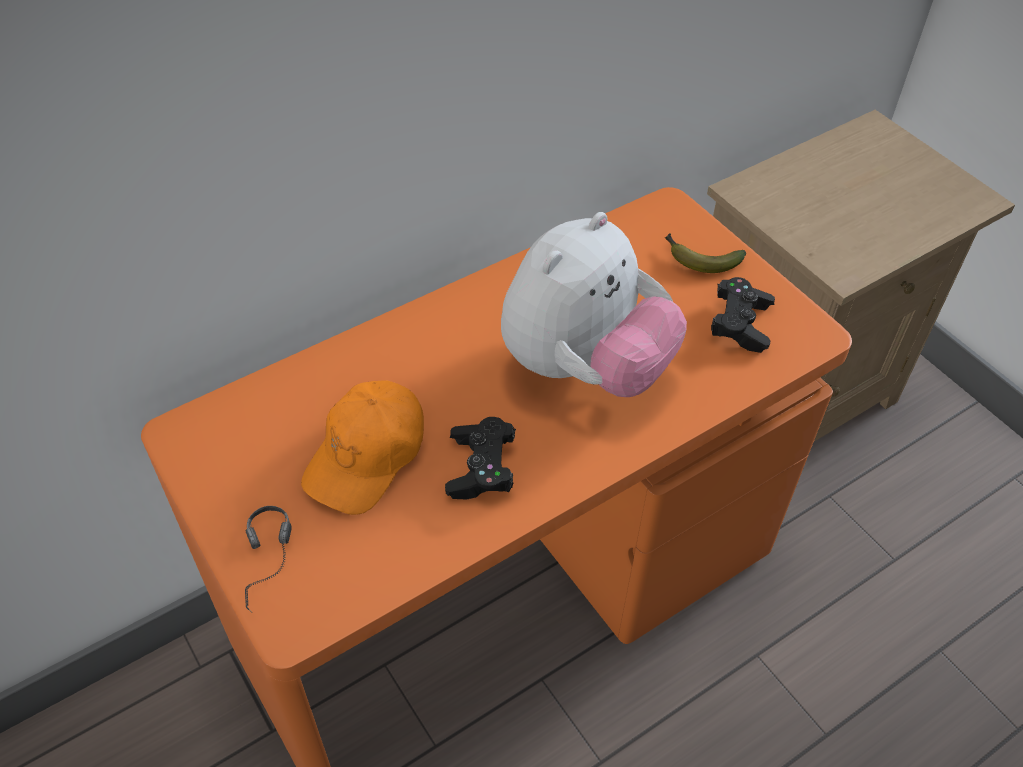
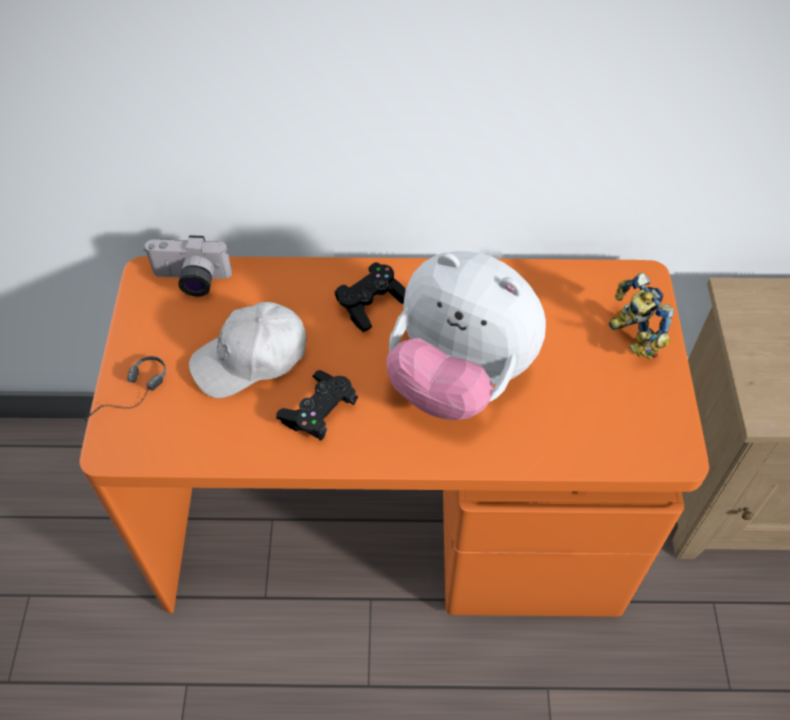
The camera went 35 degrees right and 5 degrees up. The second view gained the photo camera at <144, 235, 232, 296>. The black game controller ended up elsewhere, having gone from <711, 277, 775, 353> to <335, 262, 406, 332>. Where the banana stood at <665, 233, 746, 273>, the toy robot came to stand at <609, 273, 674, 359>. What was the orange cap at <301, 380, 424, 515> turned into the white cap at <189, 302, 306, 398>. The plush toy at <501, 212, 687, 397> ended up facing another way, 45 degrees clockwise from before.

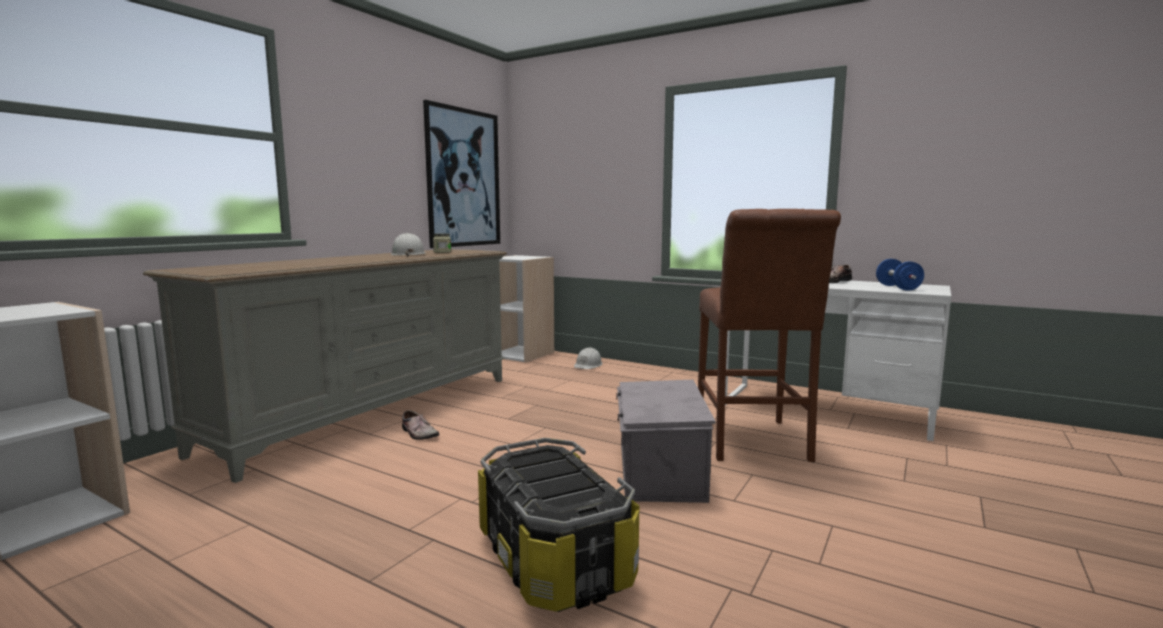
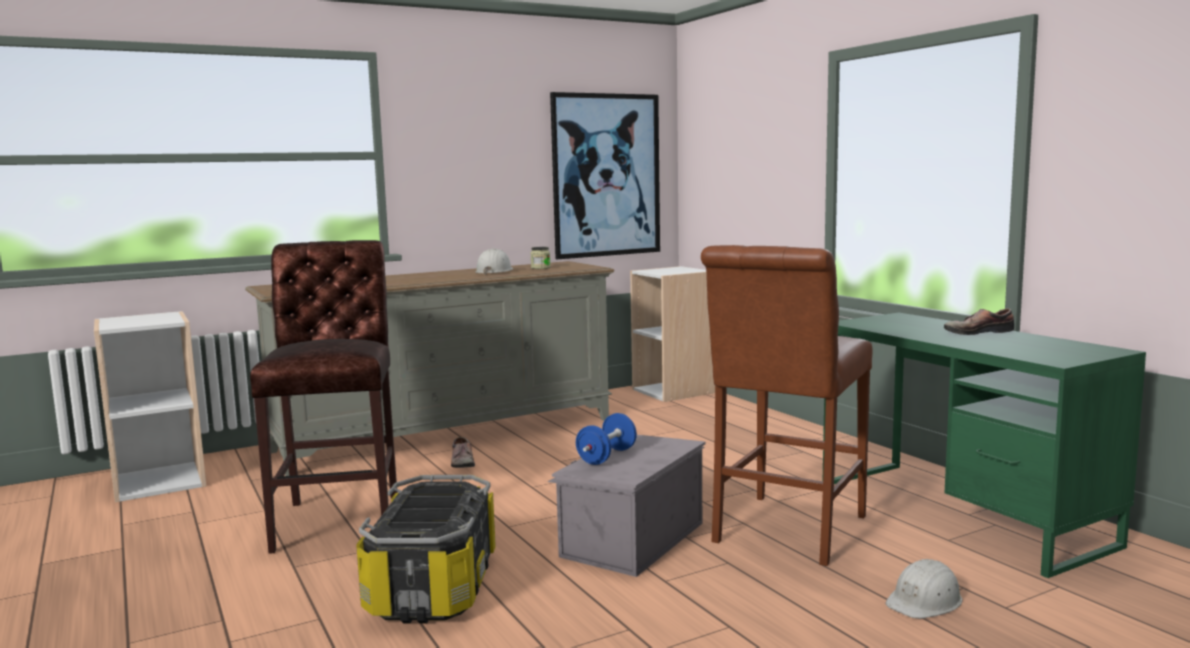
The camera went 30 degrees right and 0 degrees up. The second view gained the brown stool at <250, 240, 398, 554>. The white hard hat ended up elsewhere, having gone from <574, 347, 603, 369> to <885, 559, 962, 619>. The blue dumbbell ended up elsewhere, having gone from <876, 259, 924, 291> to <576, 413, 637, 465>. What was the white desk at <725, 281, 951, 441> turned into the green desk at <823, 312, 1146, 578>.

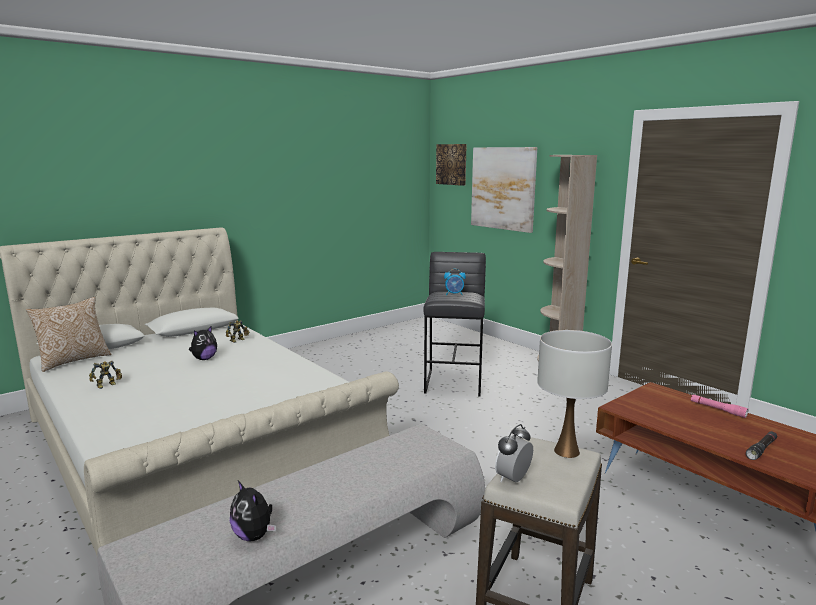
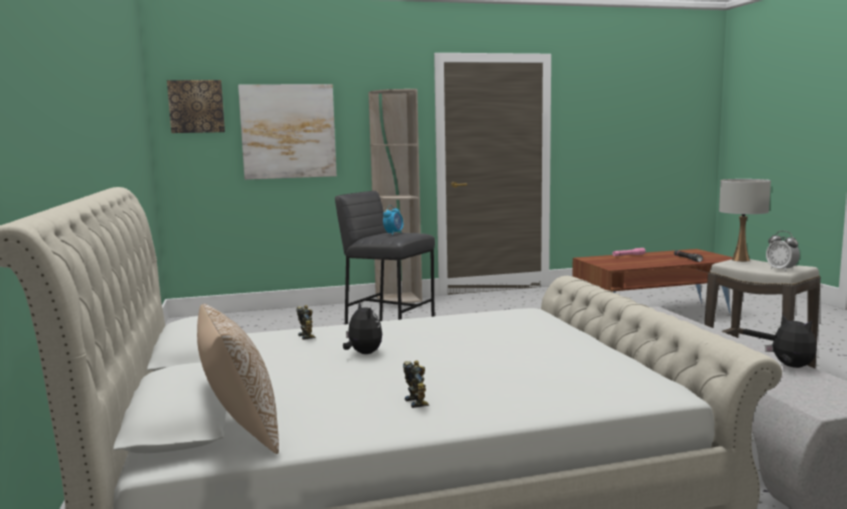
The camera went 65 degrees left and 5 degrees down. The plush toy at <230, 481, 276, 541> ended up facing another way, 105 degrees counterclockwise from before.

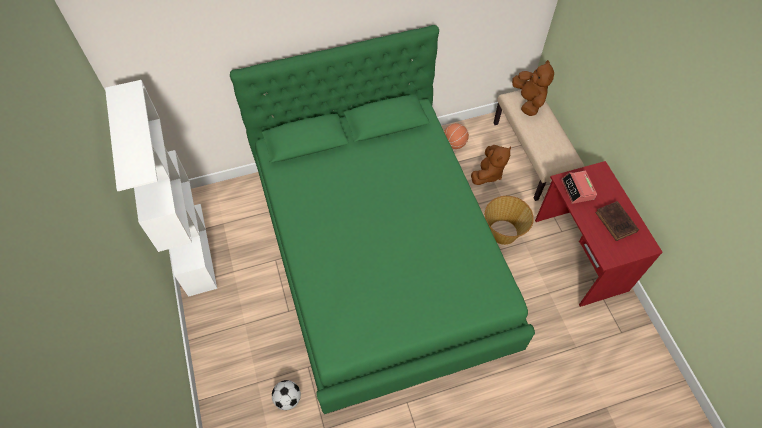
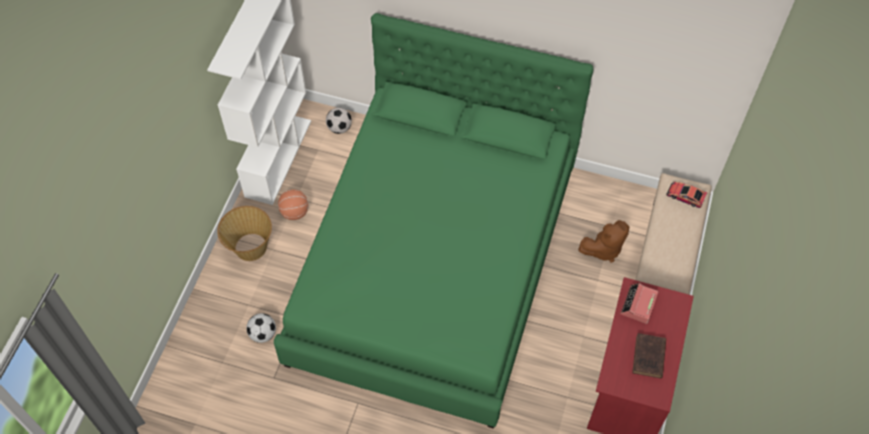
The camera went 35 degrees right and 0 degrees up. The second view gained the football at <326, 108, 352, 134>. The basketball ended up elsewhere, having gone from <444, 123, 469, 149> to <278, 189, 308, 220>. The basket ended up elsewhere, having gone from <485, 196, 534, 245> to <217, 206, 272, 261>. Where the brown plush toy stood at <512, 60, 554, 116>, the toy car came to stand at <667, 182, 707, 208>.

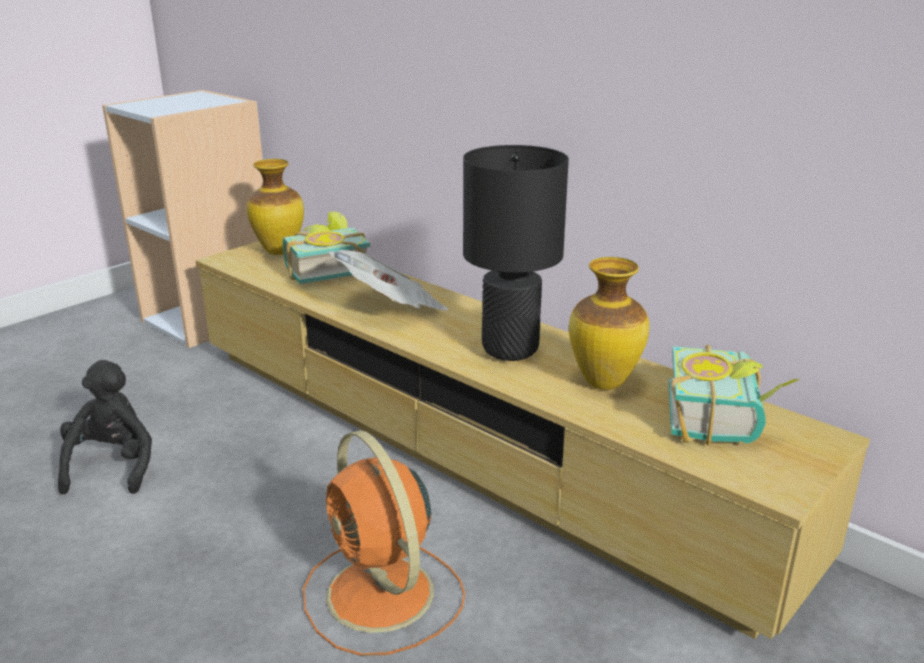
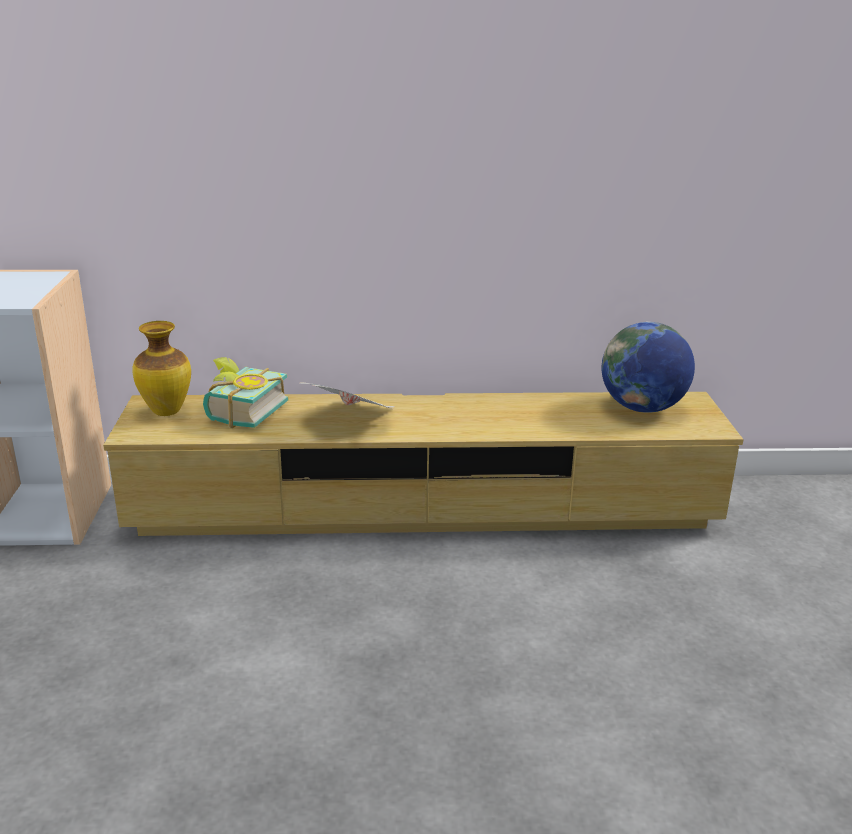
The camera went 45 degrees left and 0 degrees up. The second view lost the black plush toy at <58, 360, 152, 494>. The second view lost the orange fan at <303, 430, 465, 656>. The second view lost the black table lamp at <463, 145, 569, 361>. The second view lost the vase at <569, 257, 649, 390>. Where the book stood at <668, 345, 800, 446>, the globe came to stand at <602, 322, 695, 413>.

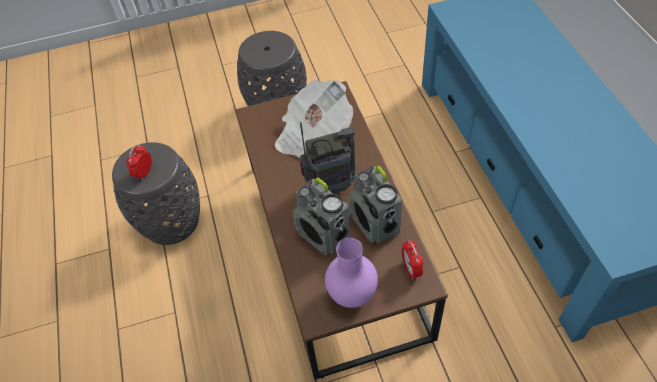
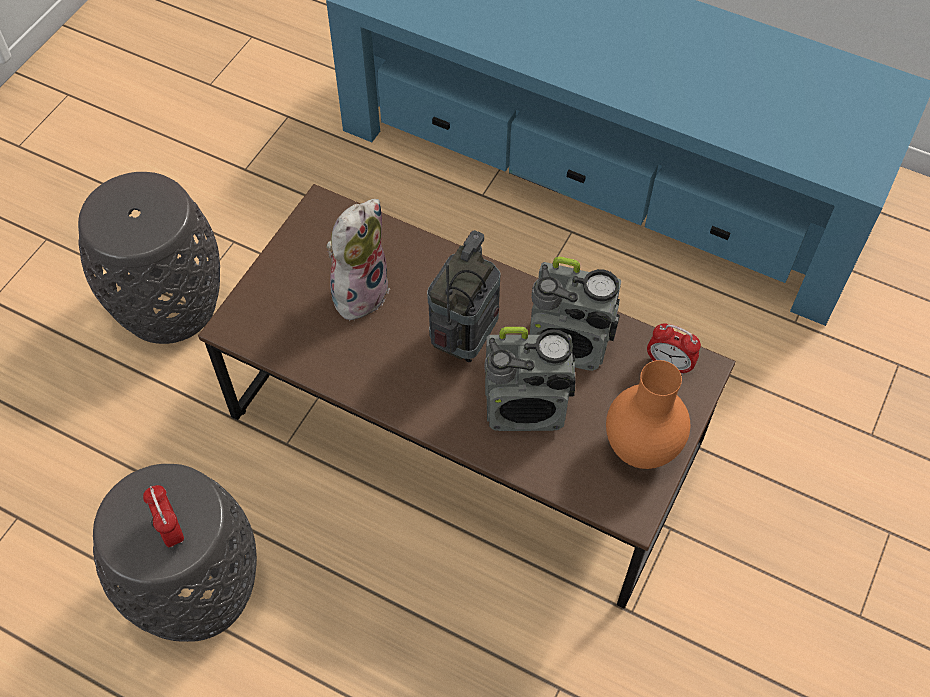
The camera went 50 degrees left and 5 degrees up. Where the newspaper stood at <275, 80, 353, 158>, the plush toy came to stand at <321, 199, 390, 321>. What was the purple vase at <325, 238, 378, 308> turned into the orange vase at <606, 360, 690, 469>.

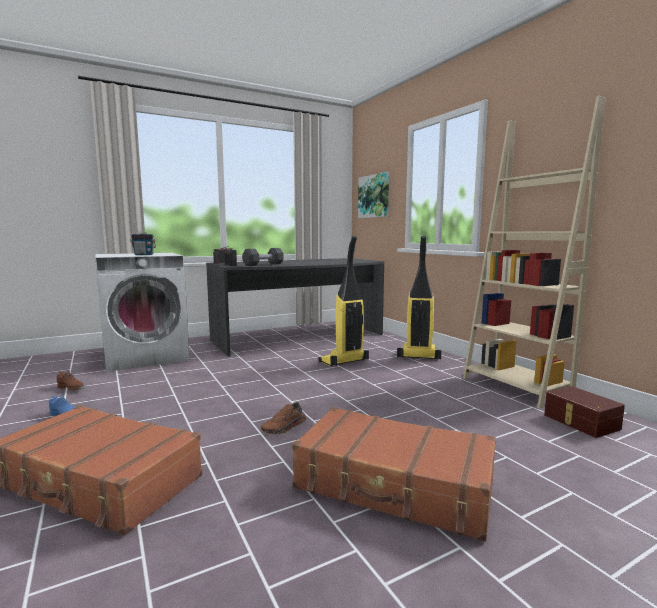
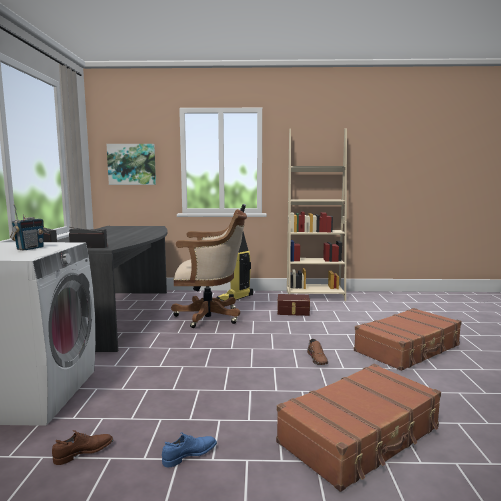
The camera went 60 degrees left and 0 degrees up. The second view lost the black dumbbell at <242, 248, 284, 266>. The brown storage box ended up elsewhere, having gone from <544, 386, 625, 438> to <277, 294, 310, 316>. Where the vacuum cleaner stood at <318, 236, 369, 366>, the office chair came to stand at <171, 209, 247, 328>.

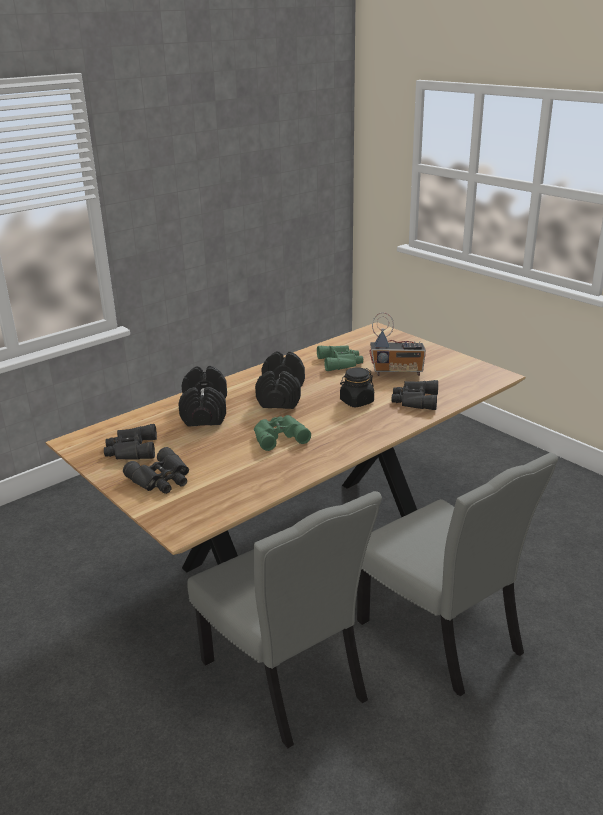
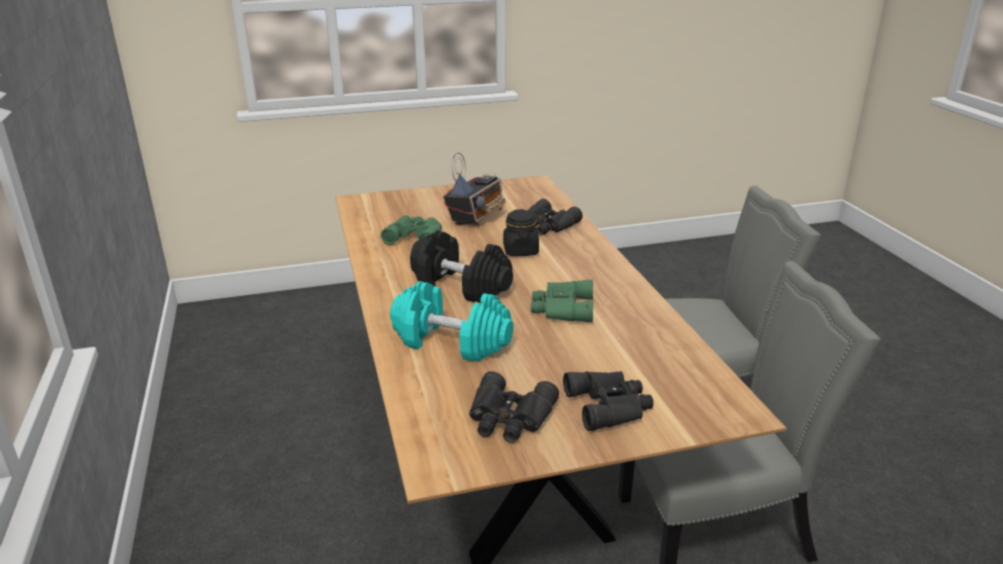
The camera went 65 degrees left and 0 degrees up. What was the black dumbbell at <178, 366, 227, 427> turned into the turquoise dumbbell at <390, 281, 514, 362>.

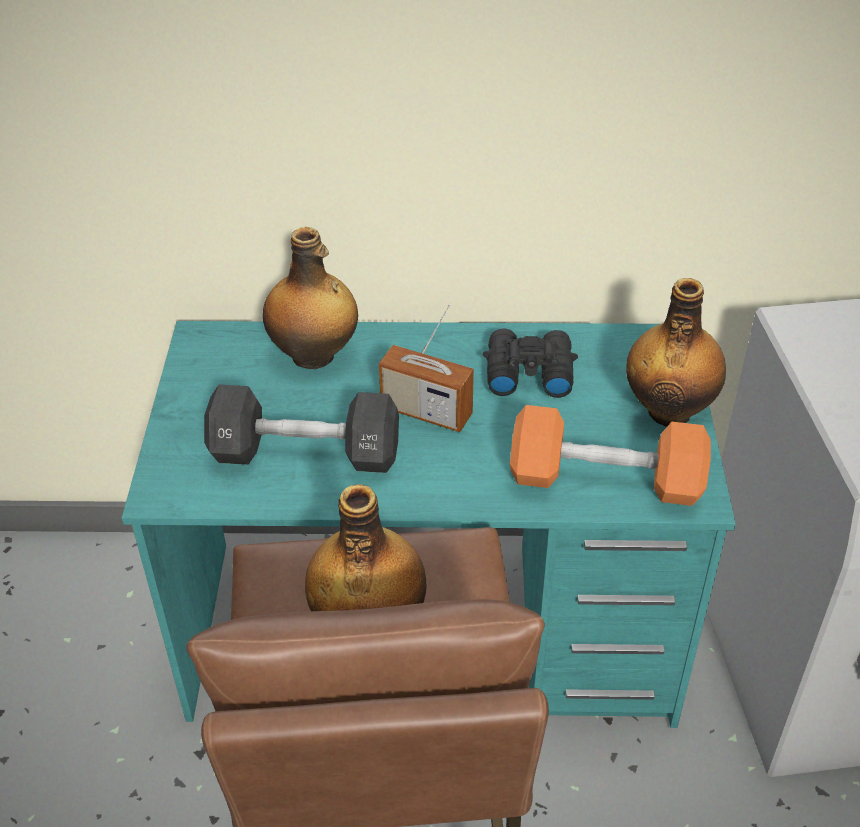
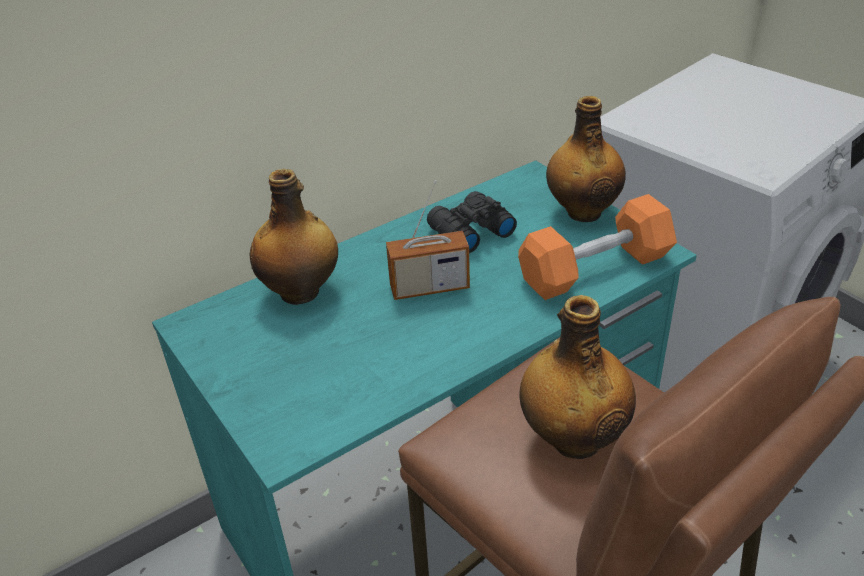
The camera went 35 degrees left and 5 degrees down. The second view lost the black dumbbell at <204, 385, 399, 473>.

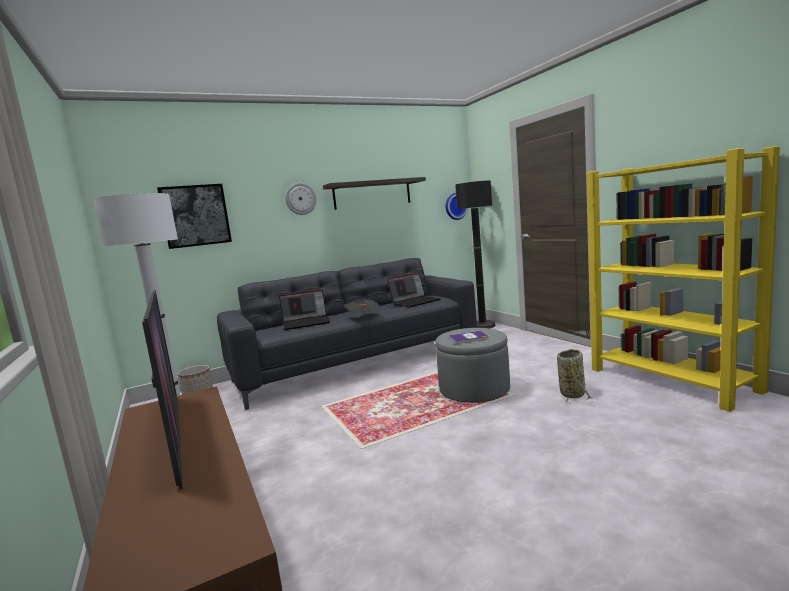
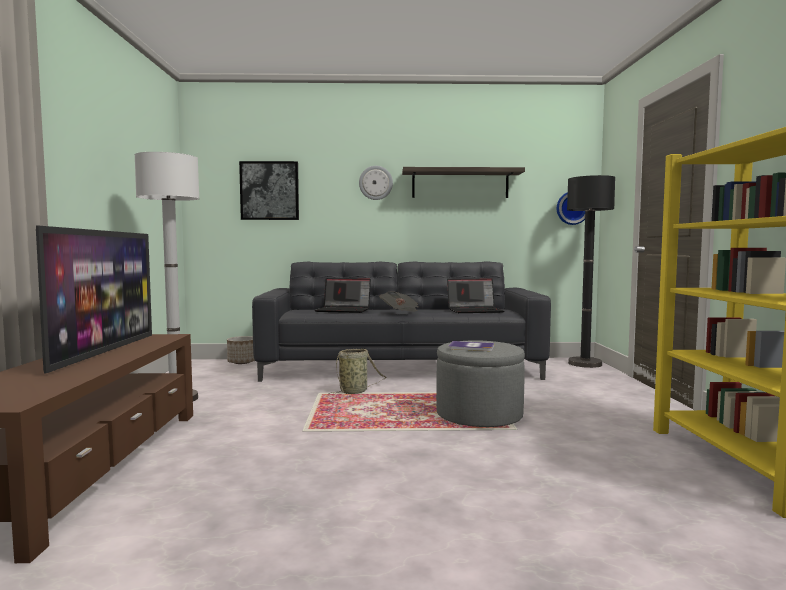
The camera went 25 degrees right and 5 degrees down. The basket ended up elsewhere, having gone from <557, 349, 592, 404> to <329, 349, 387, 394>.

